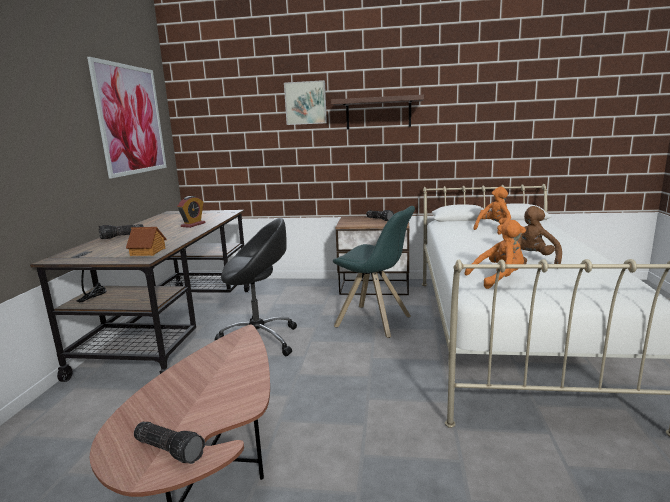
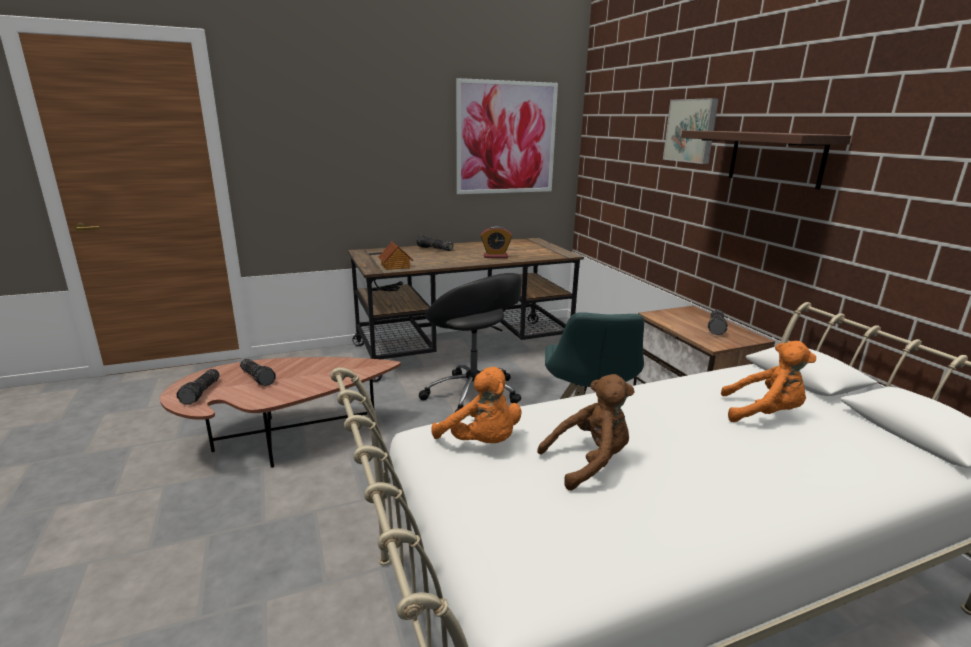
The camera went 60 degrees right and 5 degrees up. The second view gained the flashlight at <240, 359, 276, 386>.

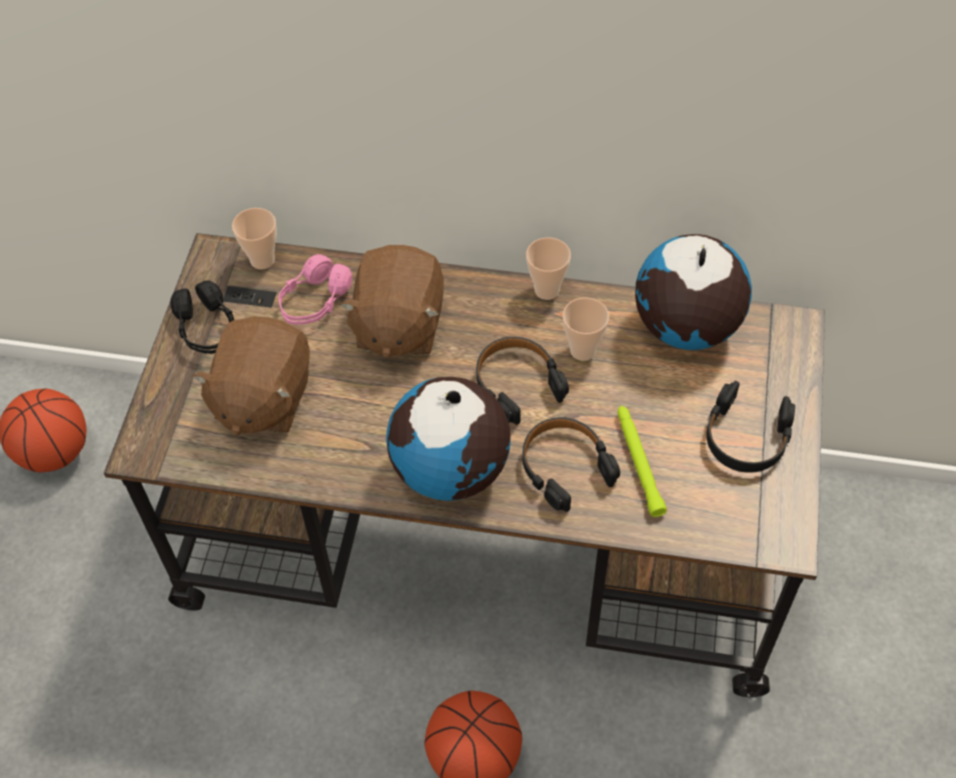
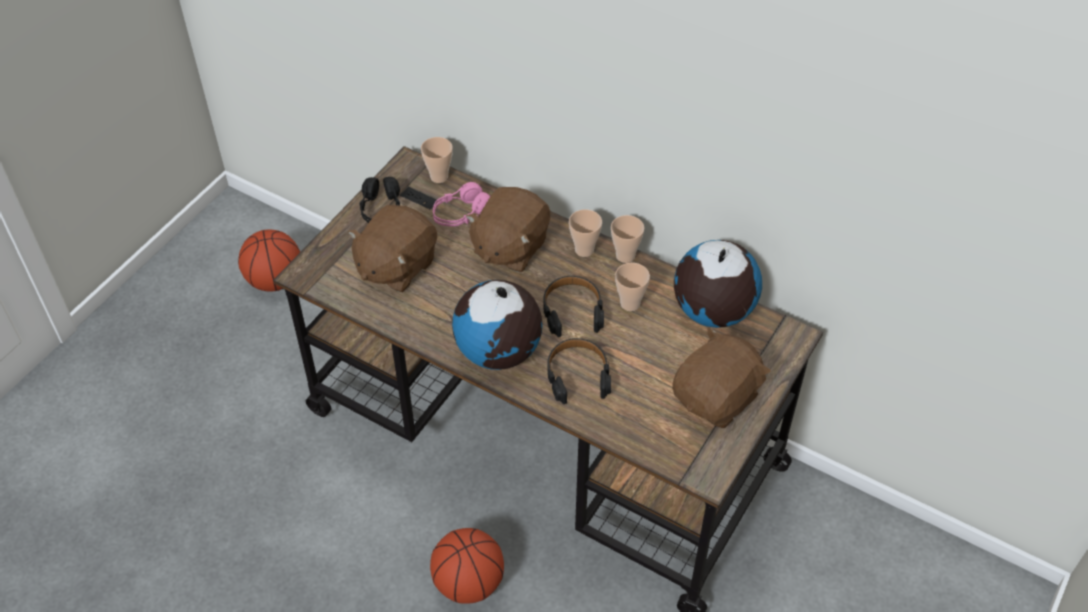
The camera went 20 degrees right and 5 degrees down. The second view lost the green flashlight at <617, 406, 667, 517>. The second view gained the cup at <569, 209, 602, 257>. Where the black headphones stood at <706, 381, 795, 473>, the brown plush toy came to stand at <672, 327, 771, 428>.

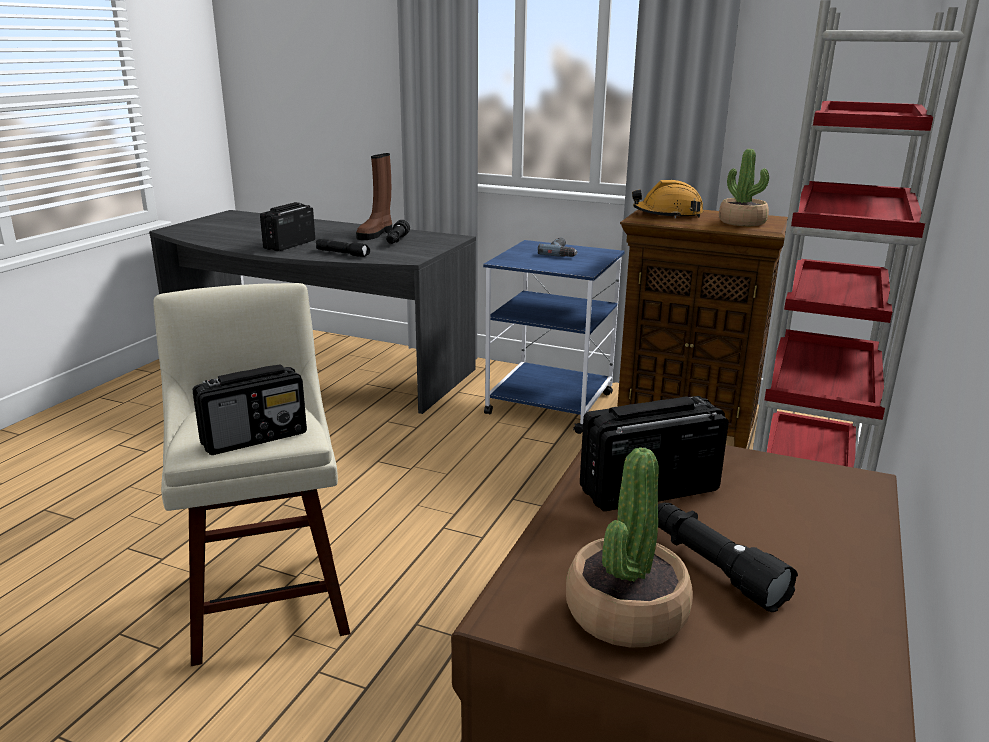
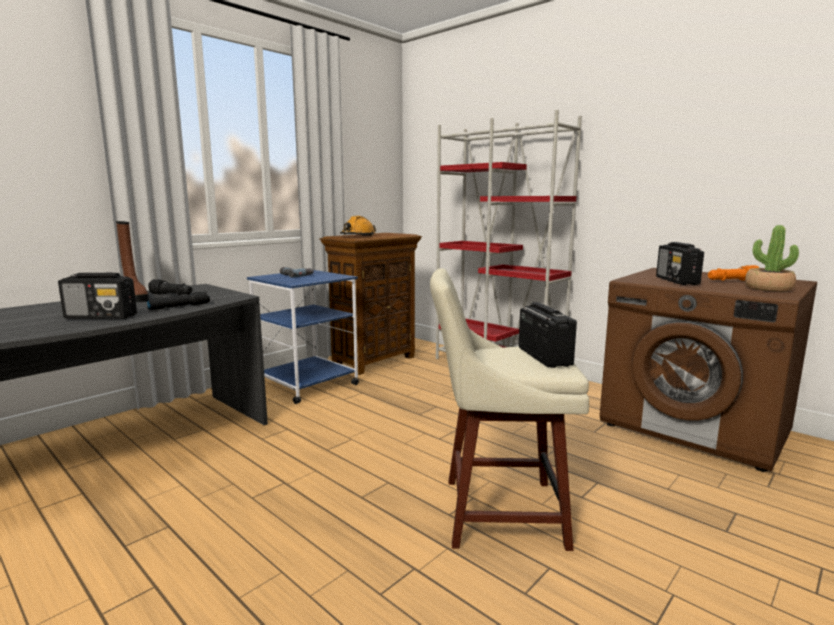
The camera went 70 degrees left and 10 degrees down. The second view lost the potted plant at <719, 149, 769, 226>. What was the black flashlight at <658, 503, 798, 612> turned into the orange flashlight at <708, 265, 759, 281>. The radio at <260, 202, 315, 251> ended up facing another way, 45 degrees counterclockwise from before.

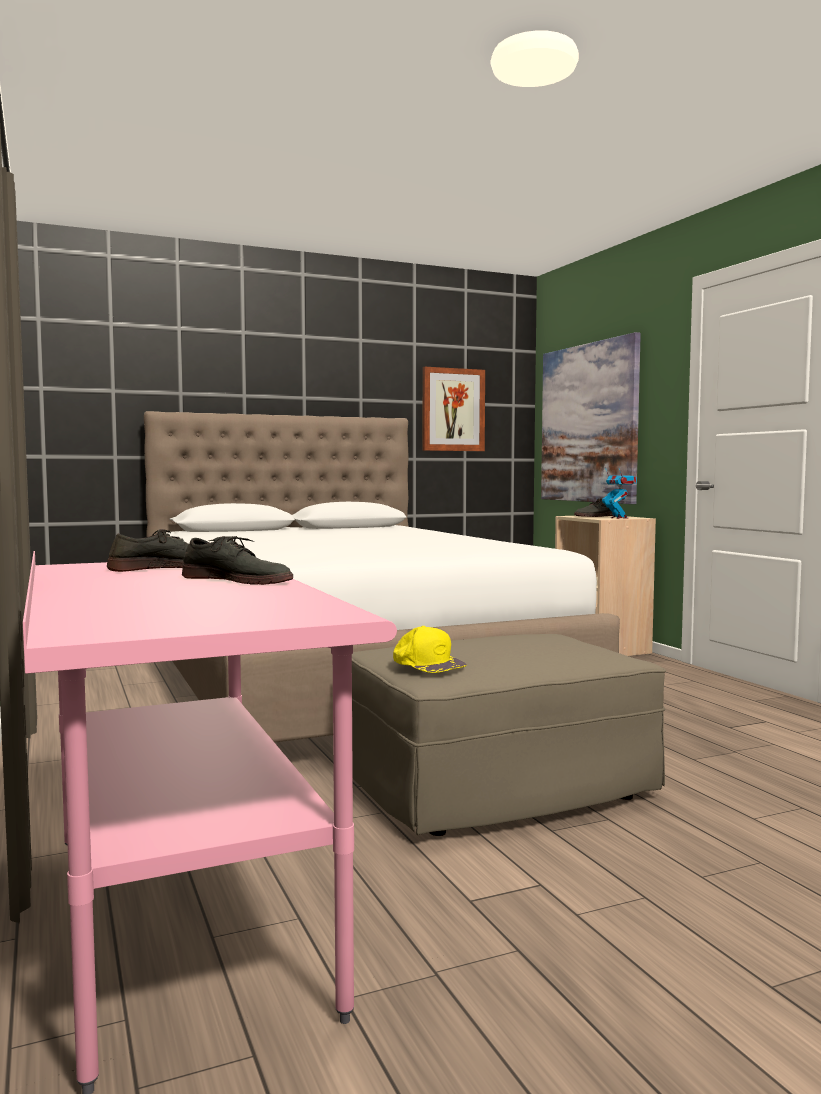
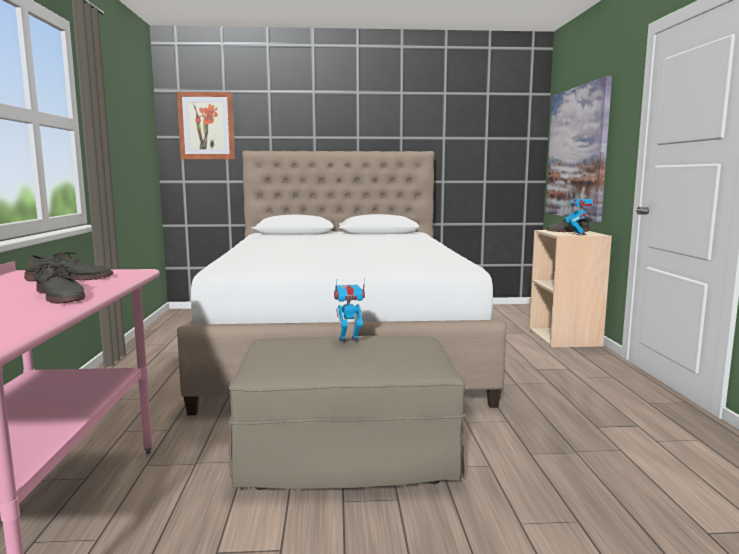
The camera went 20 degrees right and 5 degrees up. The second view lost the yellow cap at <393, 626, 467, 673>. The second view gained the toy robot at <334, 278, 365, 345>. The picture ended up elsewhere, having gone from <423, 367, 485, 451> to <177, 92, 235, 159>.

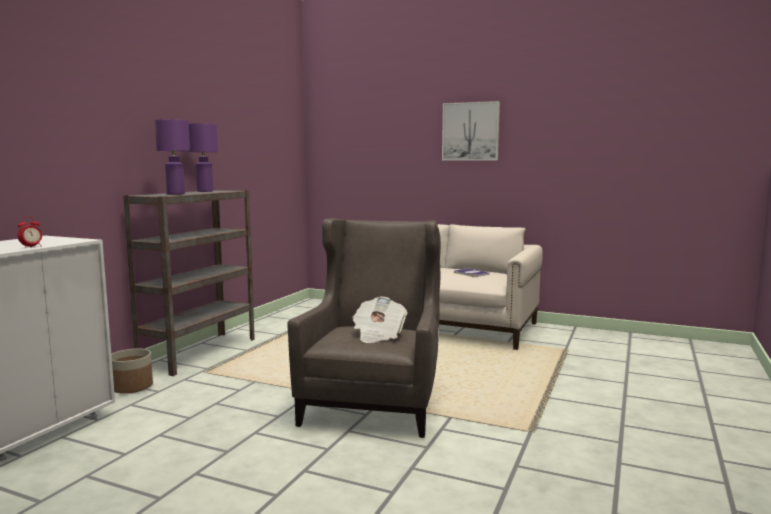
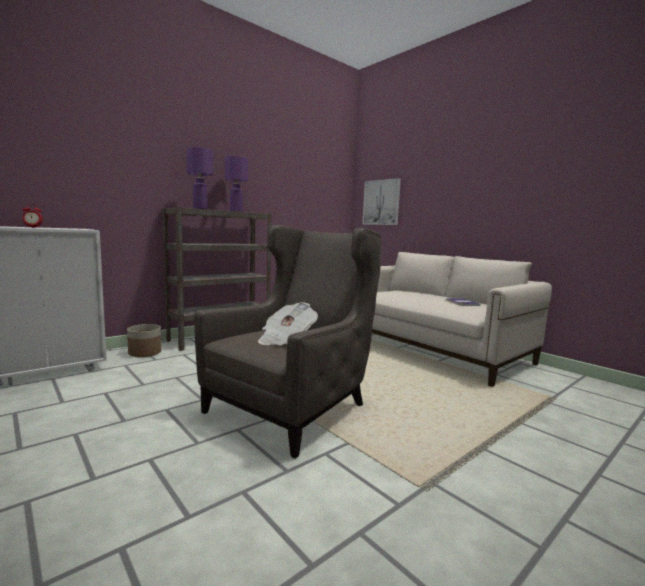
The camera went 25 degrees right and 0 degrees up. The picture ended up elsewhere, having gone from <442, 101, 500, 161> to <362, 178, 401, 225>.

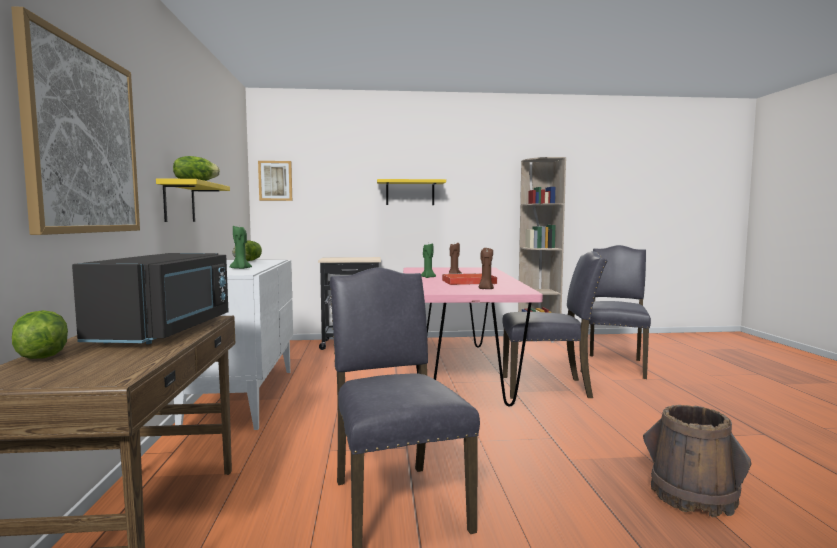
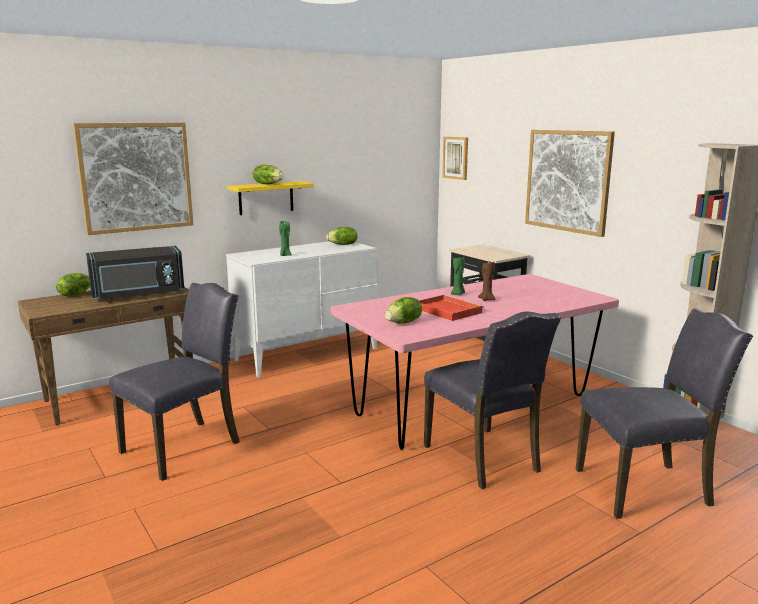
The camera went 60 degrees right and 10 degrees up. The second view lost the brown bucket at <643, 405, 751, 518>. Where the yellow shelf hung at <377, 179, 446, 205>, the picture came to hang at <525, 130, 615, 237>. Where the brown candle stood at <479, 248, 494, 289>, the lettuce came to stand at <385, 297, 422, 323>.

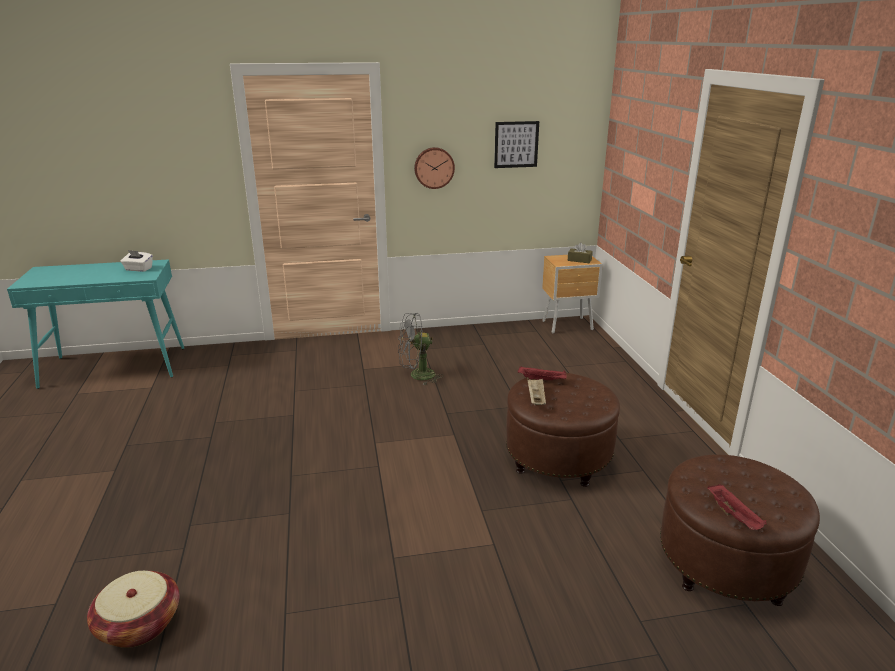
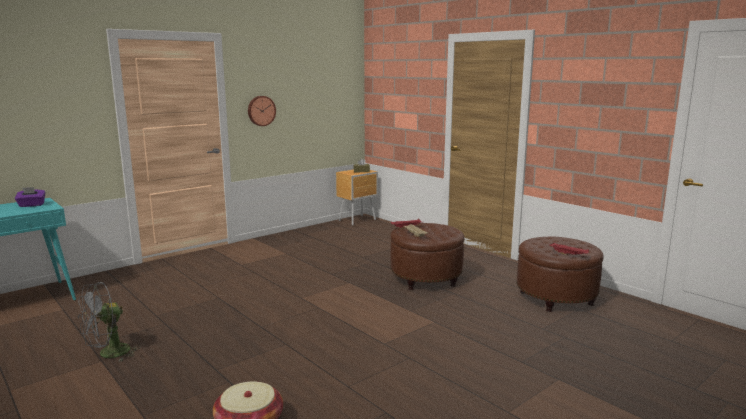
The camera went 30 degrees left and 10 degrees down. The second view lost the picture at <494, 121, 539, 168>. The grey fan ended up elsewhere, having gone from <398, 313, 444, 385> to <78, 282, 141, 362>. What was the white tissue box at <121, 250, 153, 272> turned into the purple tissue box at <15, 187, 45, 207>.

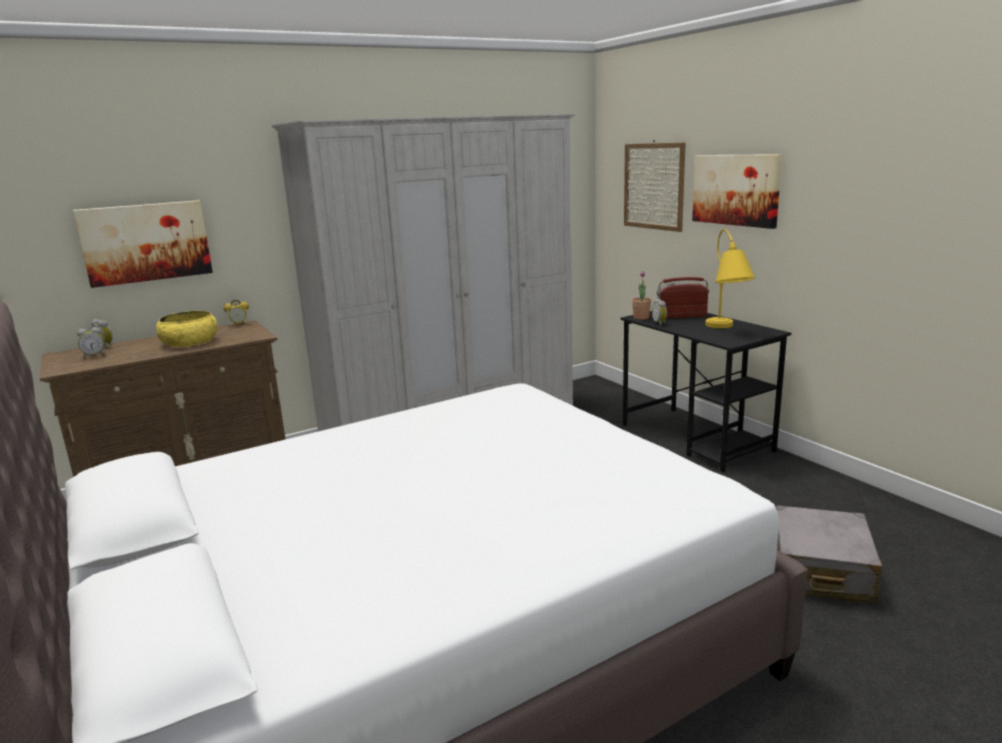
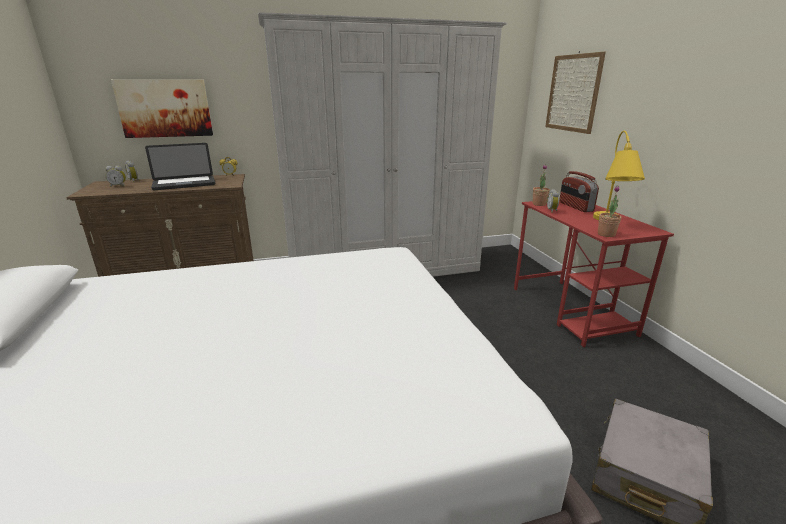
The camera went 15 degrees right and 5 degrees up. The second view lost the picture at <692, 154, 782, 229>. The second view gained the potted plant at <598, 186, 621, 237>. Where the yellow bowl stood at <156, 311, 218, 347>, the laptop came to stand at <145, 143, 215, 190>. What was the black desk at <621, 311, 791, 472> turned into the red desk at <514, 201, 674, 347>. The radio at <657, 277, 709, 319> ended up facing another way, 120 degrees counterclockwise from before.

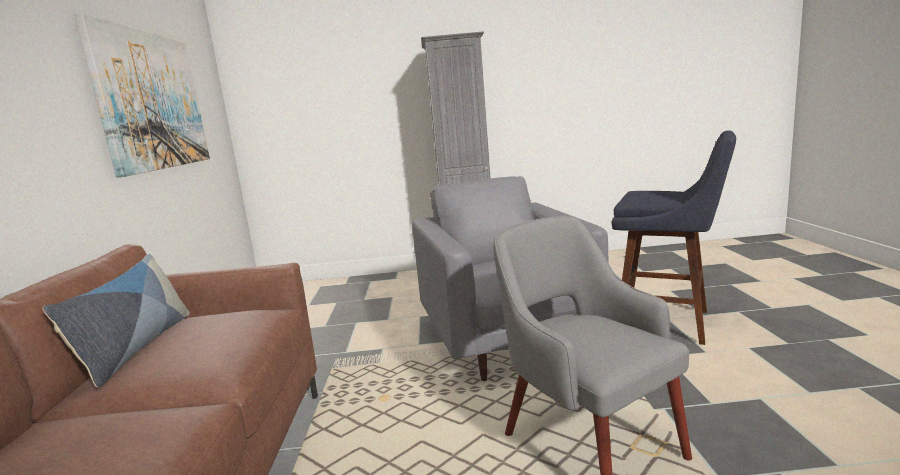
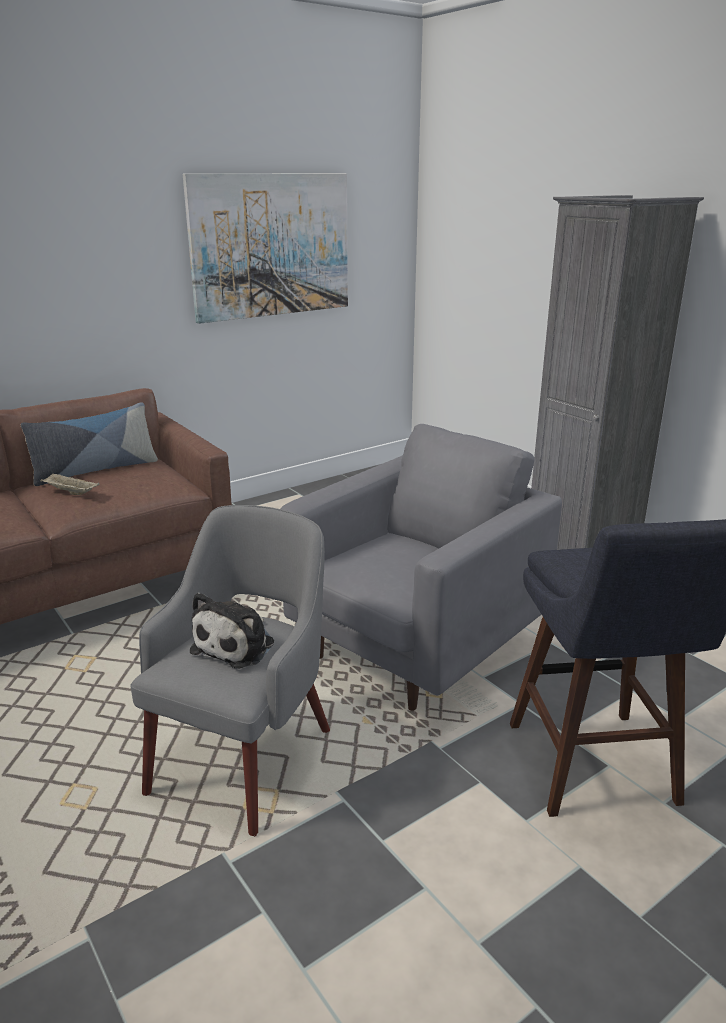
The camera went 55 degrees right and 10 degrees up. The second view gained the beige tray at <40, 473, 99, 495>. The second view gained the plush toy at <190, 592, 274, 668>.

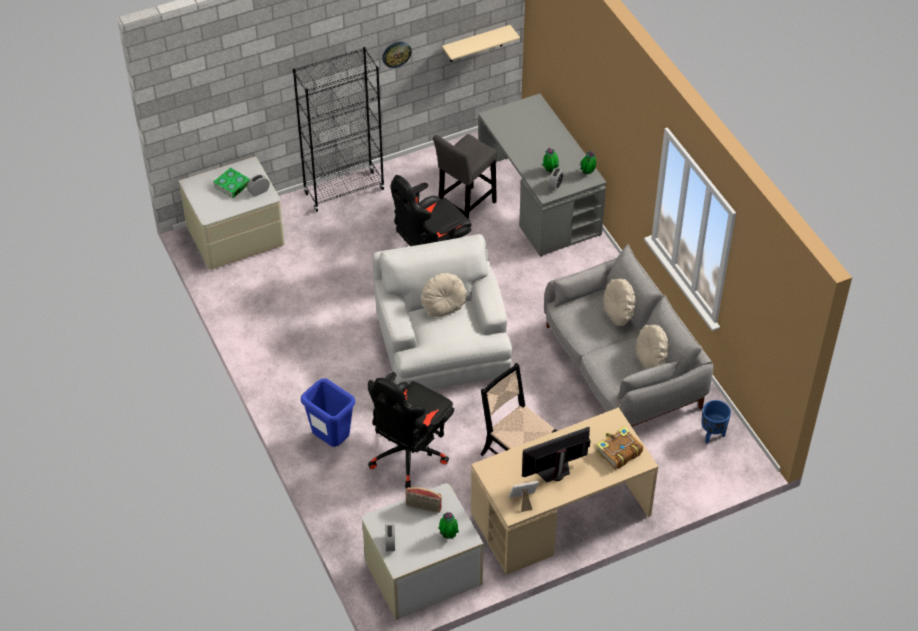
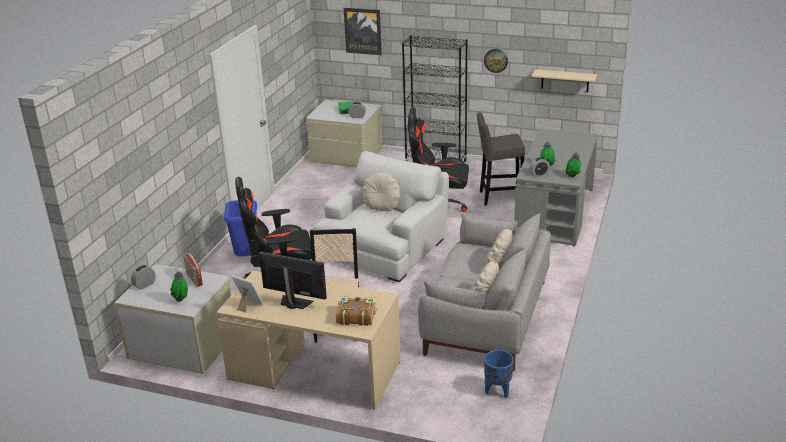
The camera went 45 degrees right and 20 degrees down. The second view gained the picture at <344, 8, 382, 55>.

